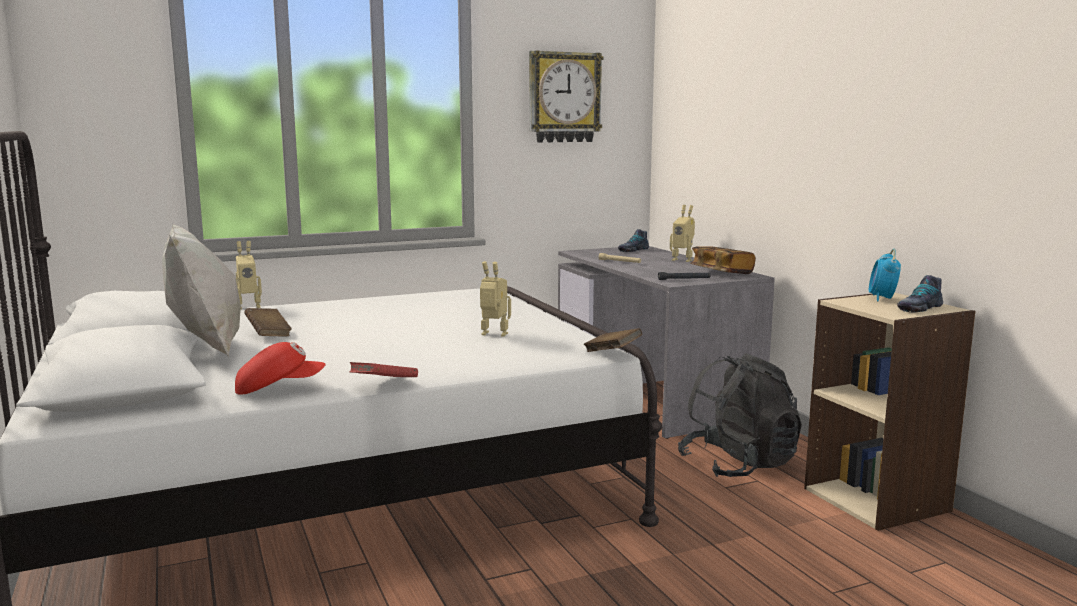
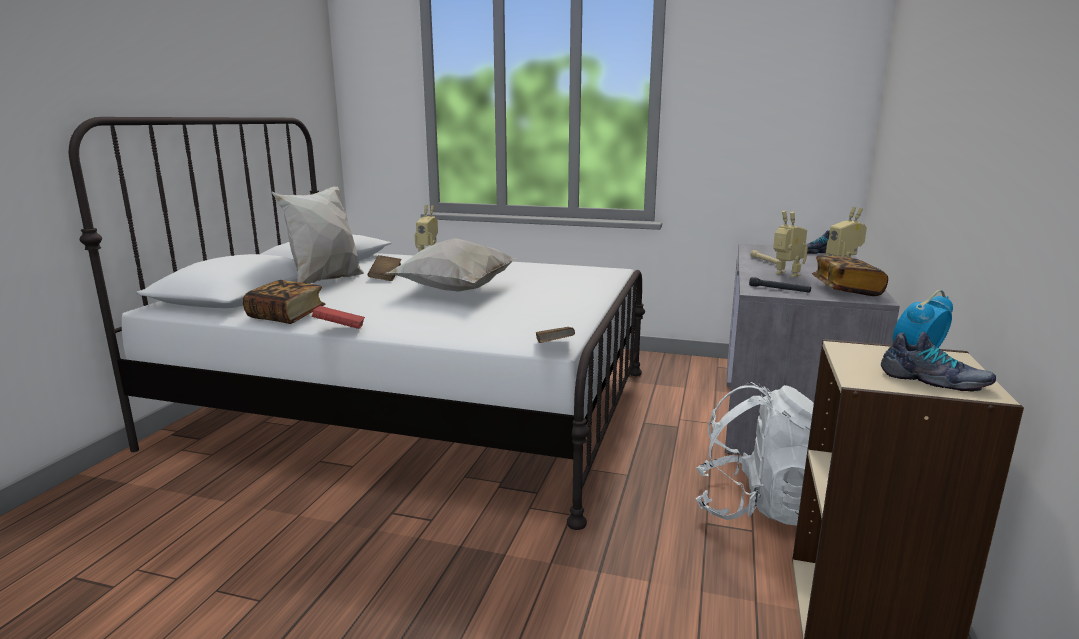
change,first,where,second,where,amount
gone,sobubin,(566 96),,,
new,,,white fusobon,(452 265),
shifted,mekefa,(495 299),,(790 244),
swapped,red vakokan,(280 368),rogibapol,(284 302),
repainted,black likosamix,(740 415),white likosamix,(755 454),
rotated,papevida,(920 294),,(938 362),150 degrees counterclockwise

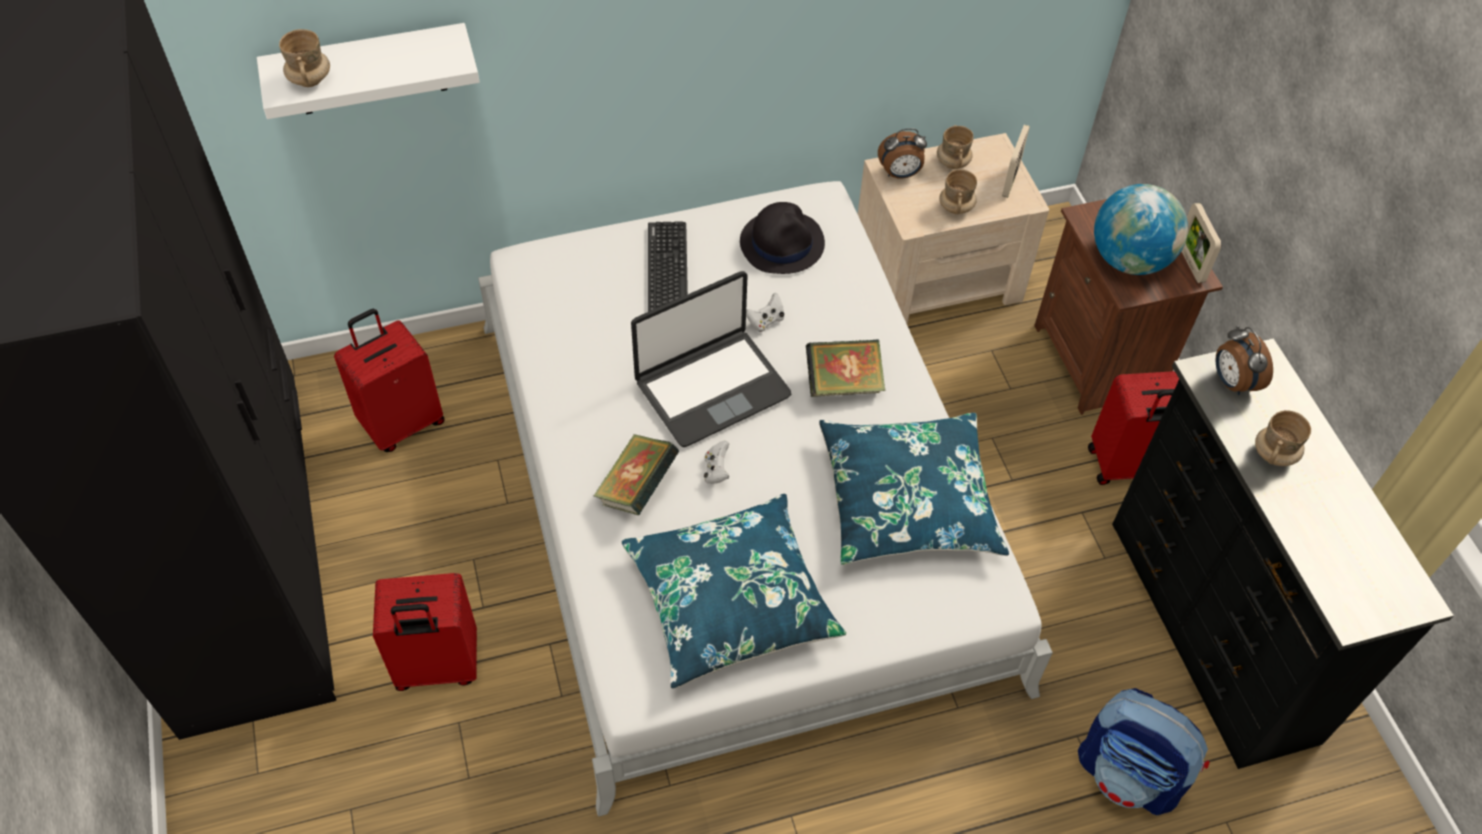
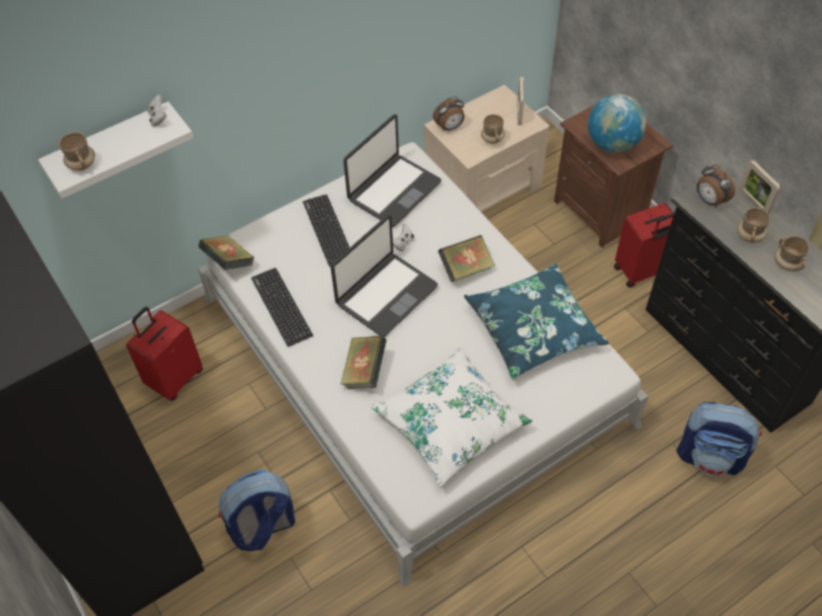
change,first,where,second,where,amount
new,,,rogibapol,(226 252),
new,,,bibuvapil,(282 307),
shifted,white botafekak,(716 462),,(157 111),
shifted,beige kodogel,(955 147),,(791 253),
shifted,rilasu,(1201 243),,(759 187),
swapped,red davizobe,(425 632),likosamix,(256 510),
swapped,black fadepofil,(782 238),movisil,(392 170),
repainted,blue fusobon,(734 591),white fusobon,(451 417),

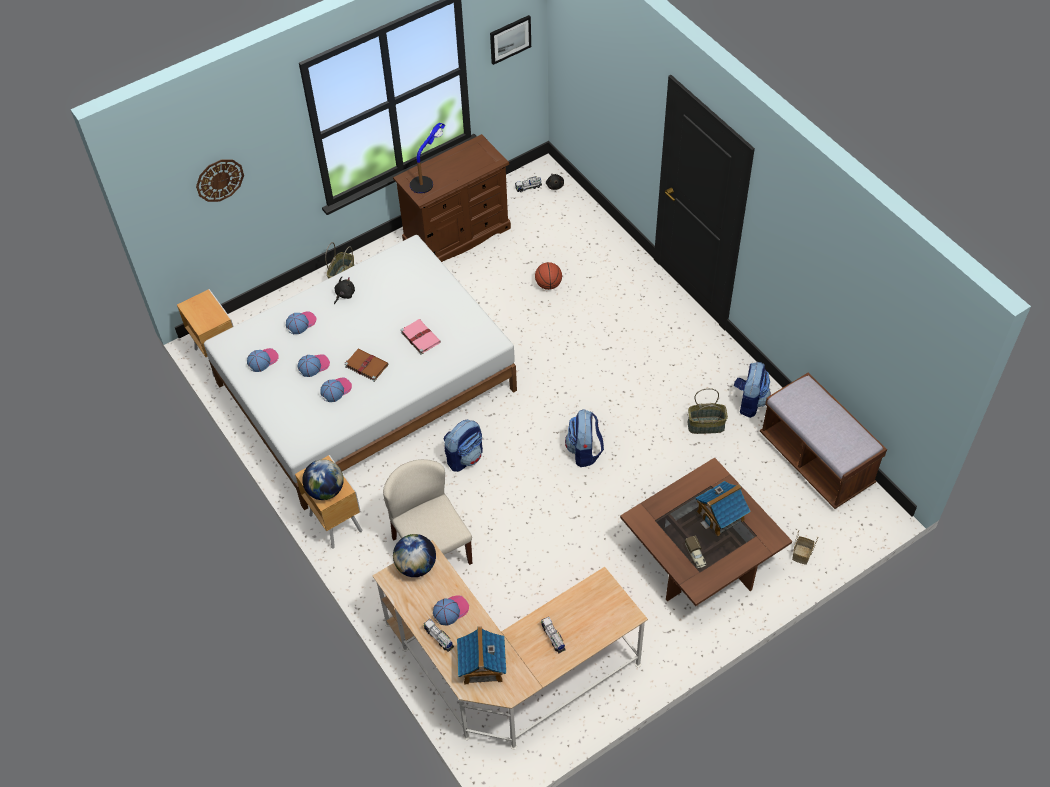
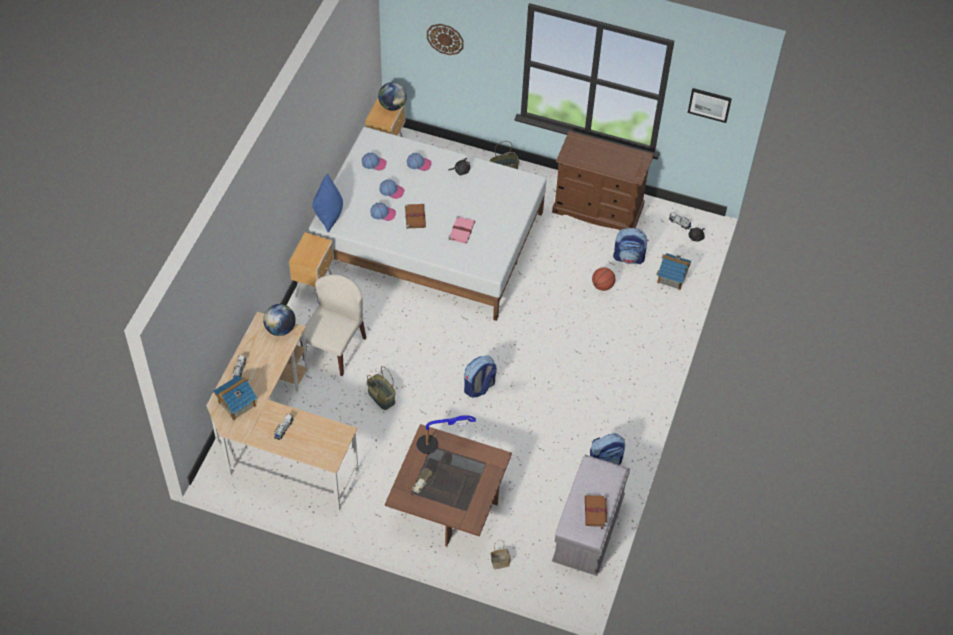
change,first,where,second,where,amount
gone,vakokan,(451 610),,,
new,,,blue fusobon,(327 203),
new,,,brown rogibapol,(596 512),
shifted,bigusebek,(323 479),,(392 96),
shifted,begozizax,(427 158),,(446 434),
shifted,likosamix,(463 446),,(631 246),
shifted,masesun,(708 411),,(381 388),
shifted,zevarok,(723 509),,(673 271),
repainted,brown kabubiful,(823 441),grey kabubiful,(591 515),

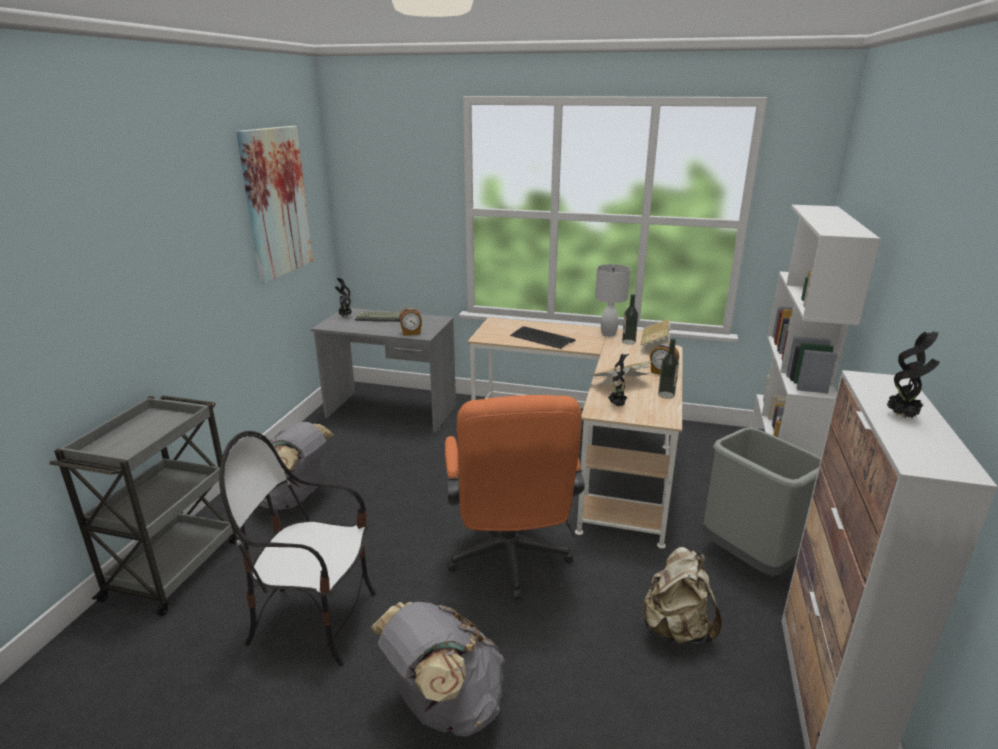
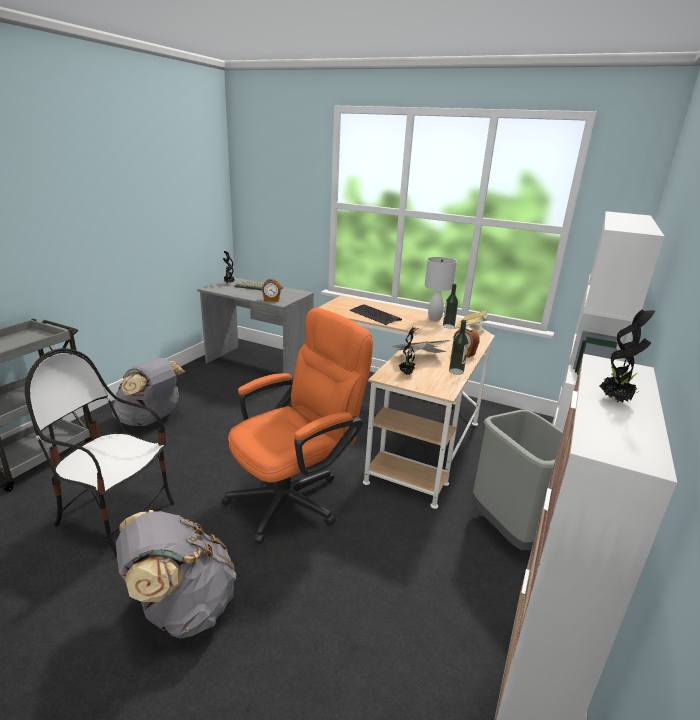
change,first,where,second,where,amount
gone,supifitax,(274 205),,,
gone,beige likosamix,(681 595),,,
rotated,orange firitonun,(515 497),,(297 426),135 degrees counterclockwise

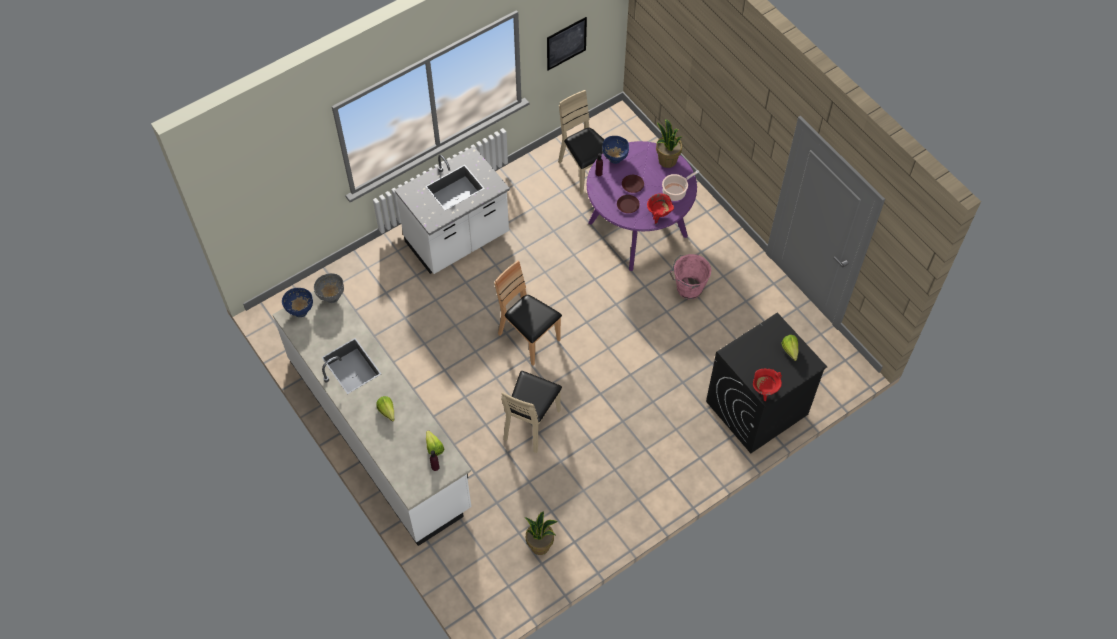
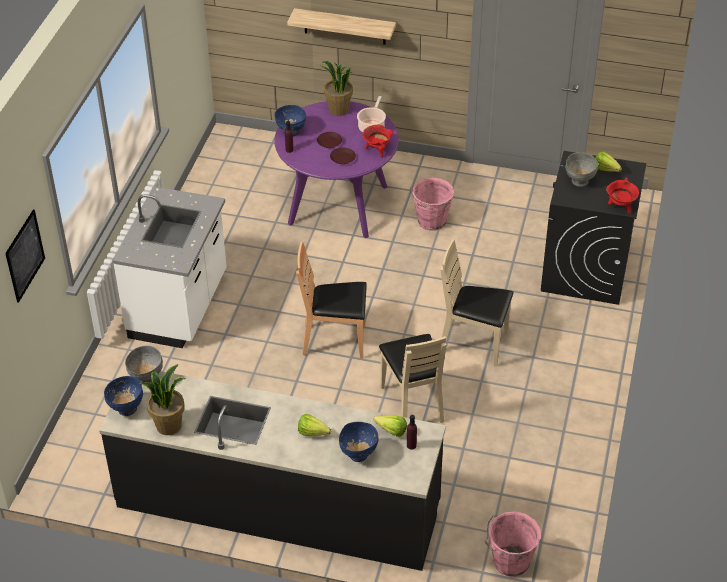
change,first,where,second,where,amount
new,,,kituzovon,(341 26),
new,,,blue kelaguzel,(358 442),
new,,,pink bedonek,(513 544),
new,,,grey kelaguzel,(581 169),
shifted,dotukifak,(541 533),,(162 399),
shifted,supifitax,(567 43),,(25 256),
shifted,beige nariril,(581 142),,(477 303),
repainted,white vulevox,(371 418),black vulevox,(272 471),

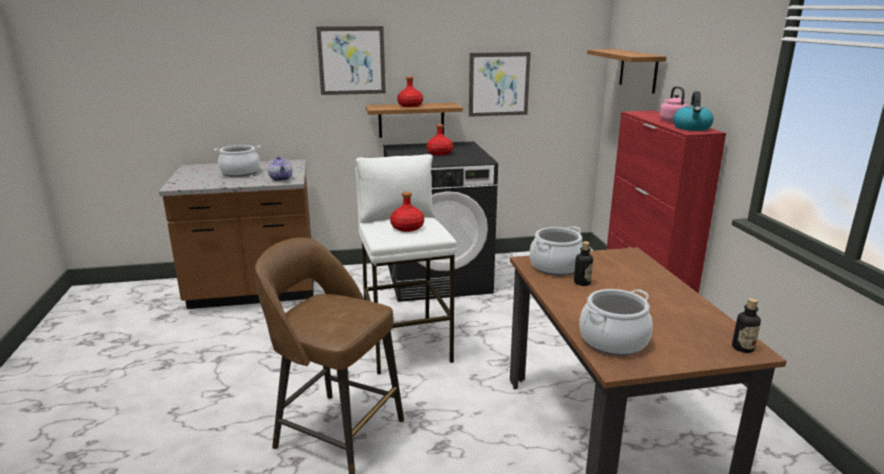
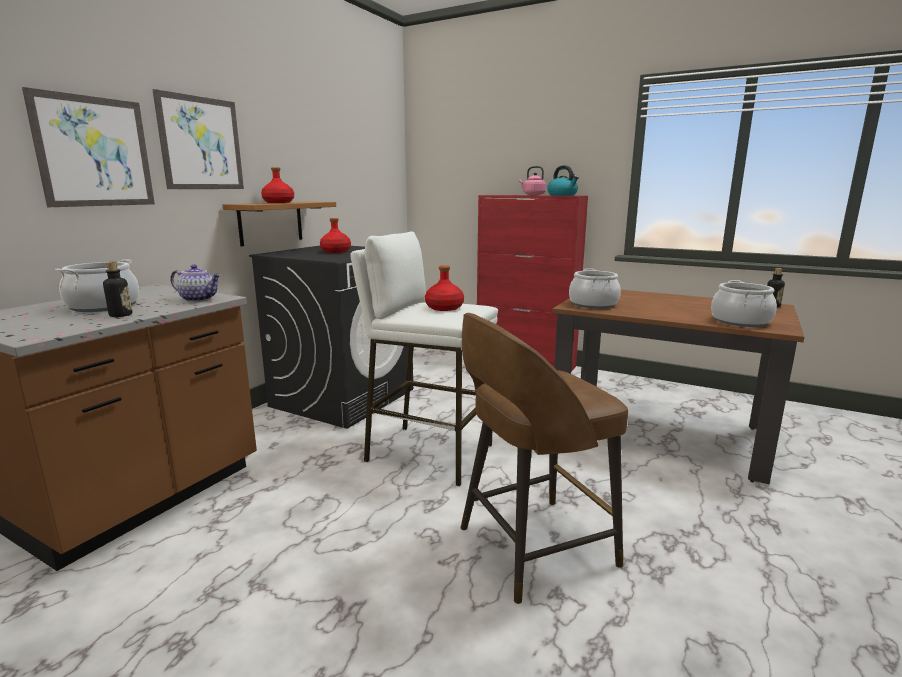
change,first,where,second,where,amount
gone,kituzovon,(627 71),,,
shifted,supifitax,(500 84),,(88 147),
shifted,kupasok,(583 263),,(118 289),

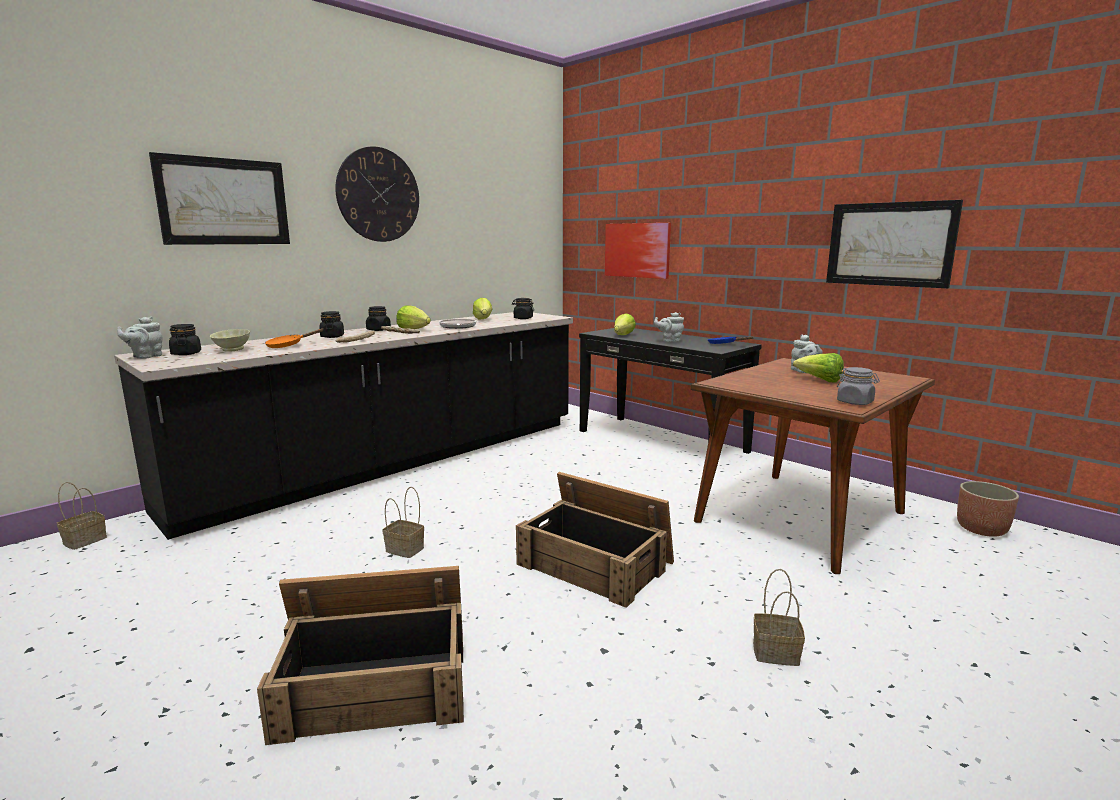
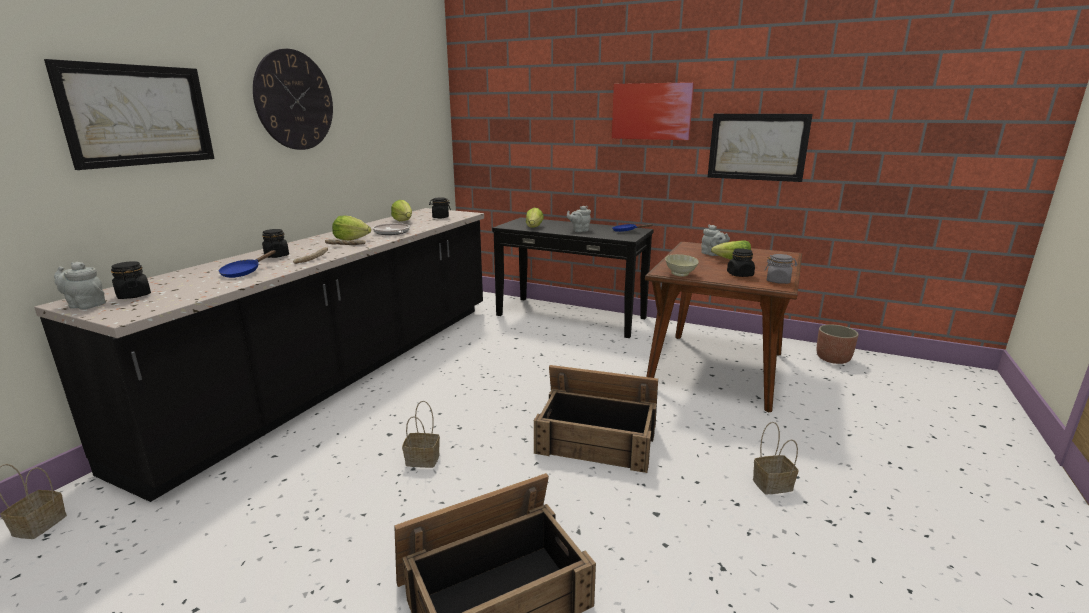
change,first,where,second,where,amount
shifted,beige kelaguzel,(230 340),,(682 265),
shifted,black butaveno,(378 318),,(741 262),
shifted,supifitax,(638 251),,(653 111),
repainted,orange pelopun,(294 338),blue pelopun,(247 264),
rotated,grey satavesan,(140 338),,(80 286),105 degrees clockwise

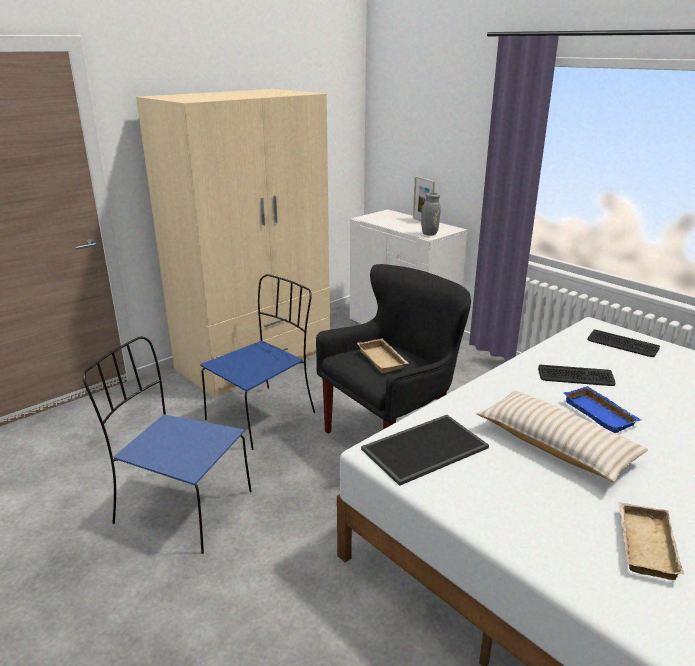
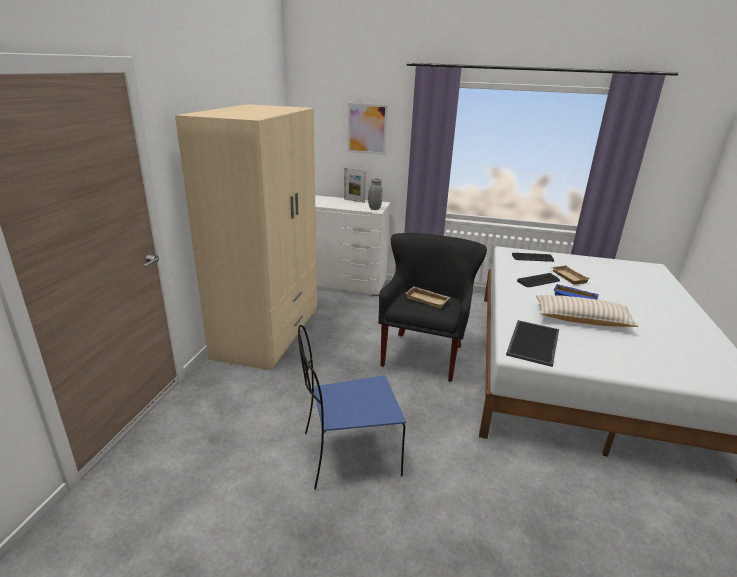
change,first,where,second,where,amount
gone,blue nariril,(257 362),,,
new,,,supifitax,(368 129),
shifted,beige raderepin,(651 541),,(570 275),

